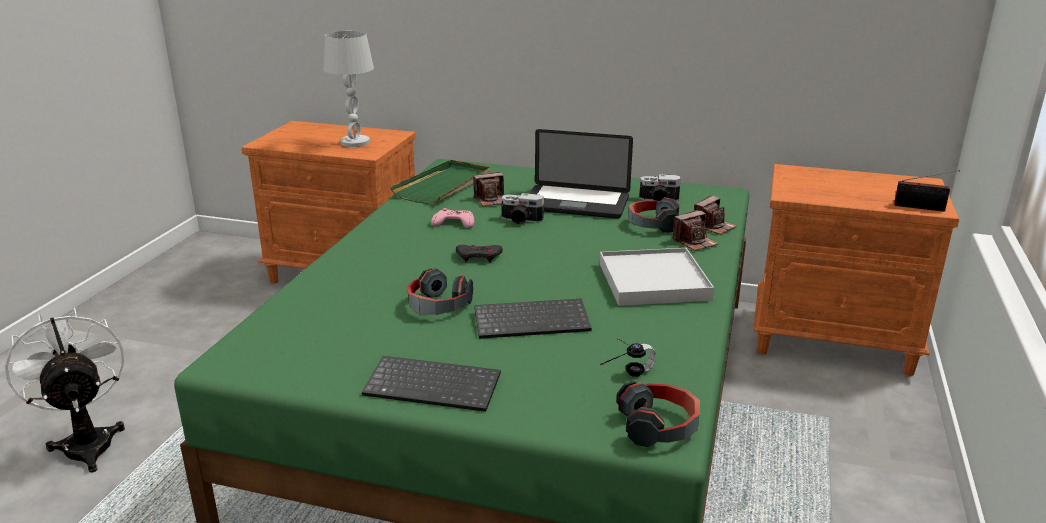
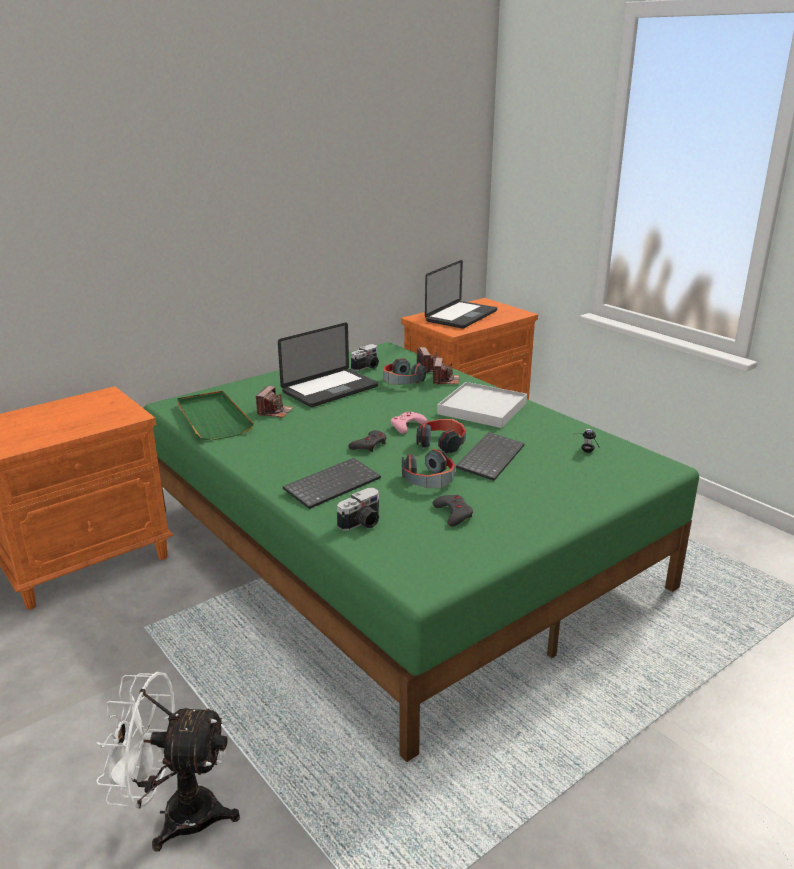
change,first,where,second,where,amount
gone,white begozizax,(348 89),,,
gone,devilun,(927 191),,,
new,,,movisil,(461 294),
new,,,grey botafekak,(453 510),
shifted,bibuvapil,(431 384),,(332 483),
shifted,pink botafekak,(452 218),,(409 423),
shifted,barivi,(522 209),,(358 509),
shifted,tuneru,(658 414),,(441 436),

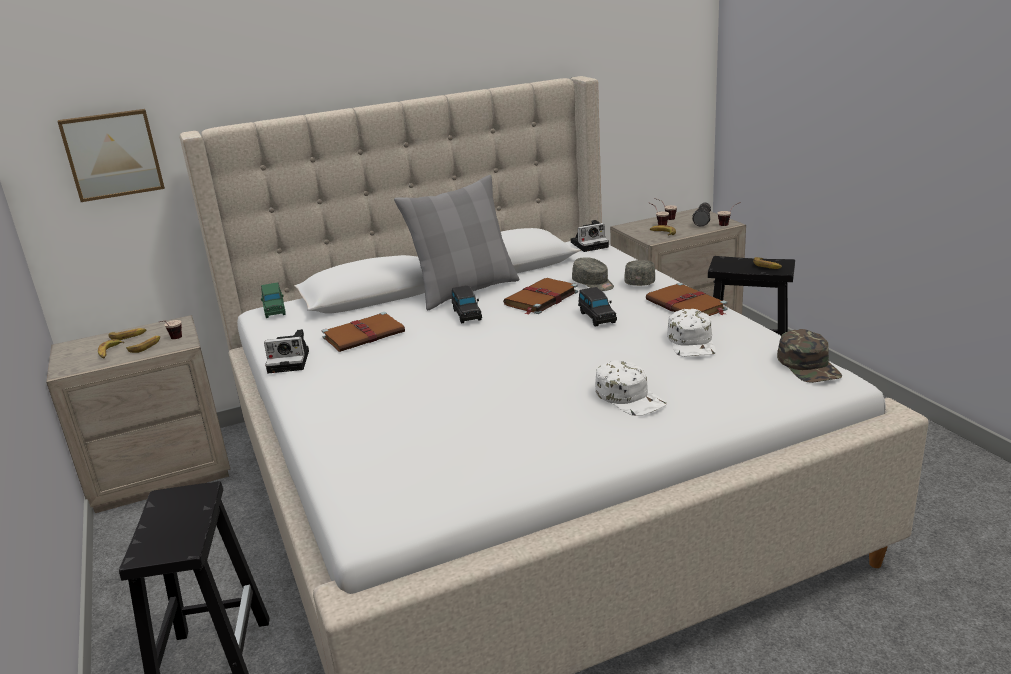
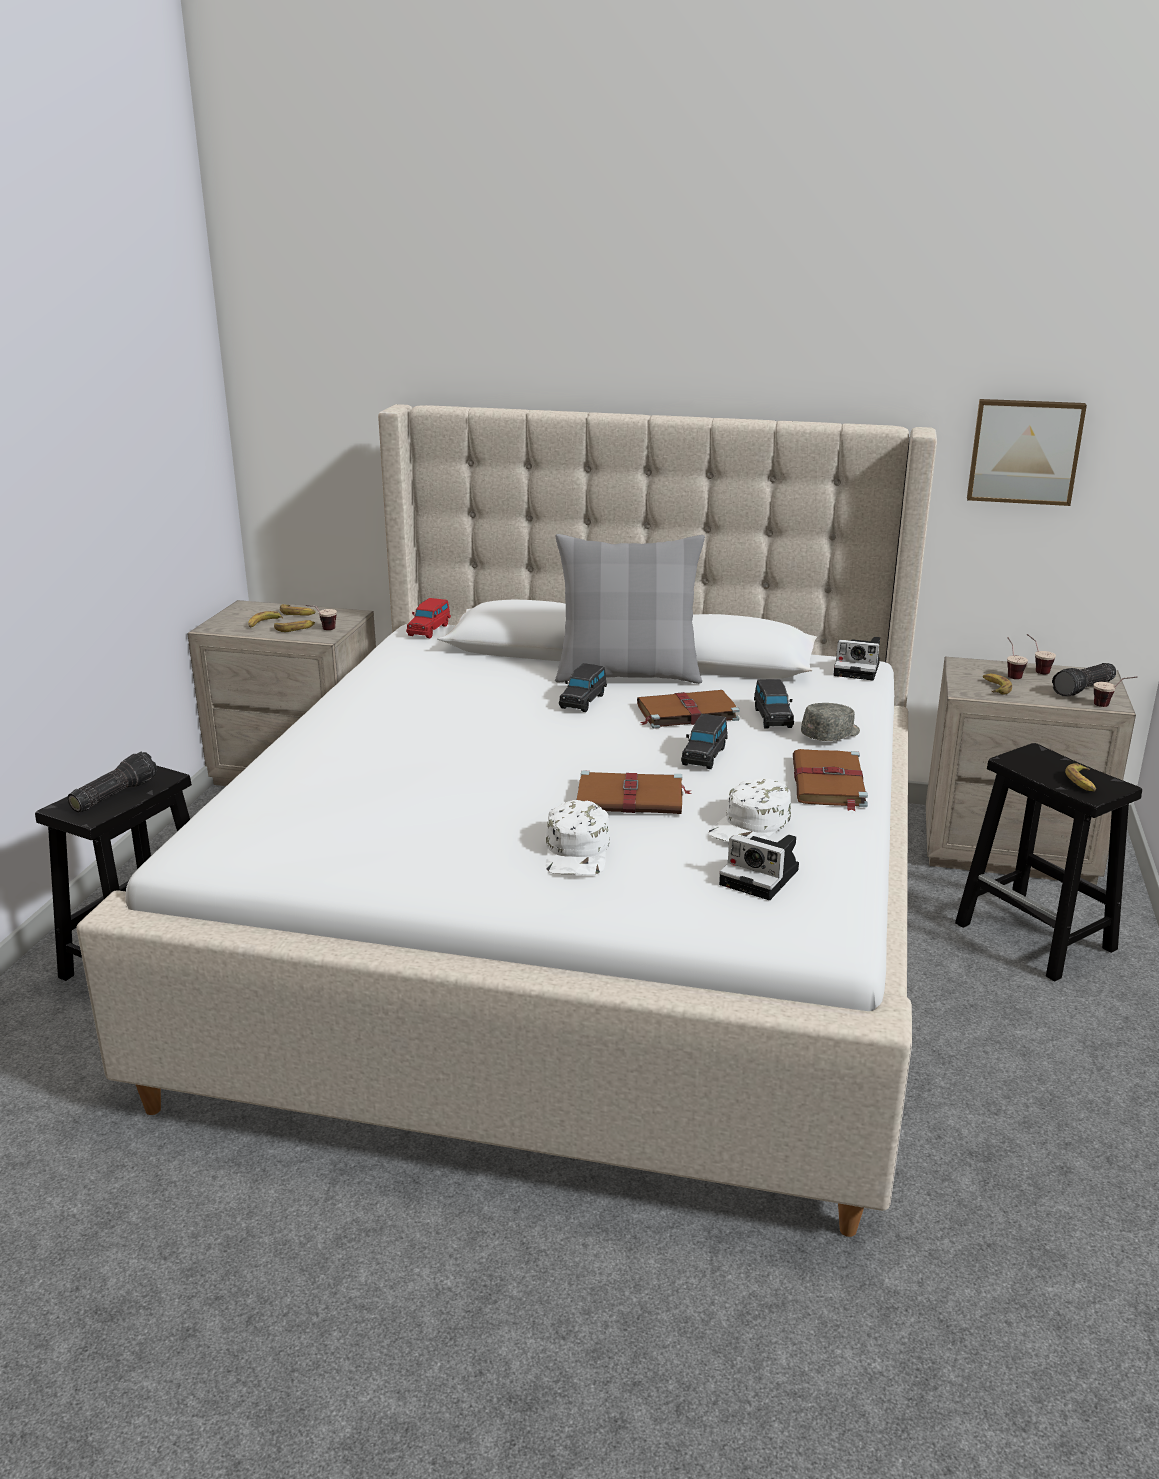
change,first,where,second,where,amount
gone,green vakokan,(809 356),,,
new,,,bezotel,(112 782),
shifted,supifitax,(111 155),,(1027 452),
shifted,barivi,(286 351),,(759 867),
shifted,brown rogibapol,(363 332),,(634 792),
swapped,grey vakokan,(593 274),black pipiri,(774 704),
repainted,green pipiri,(273 300),red pipiri,(428 618),

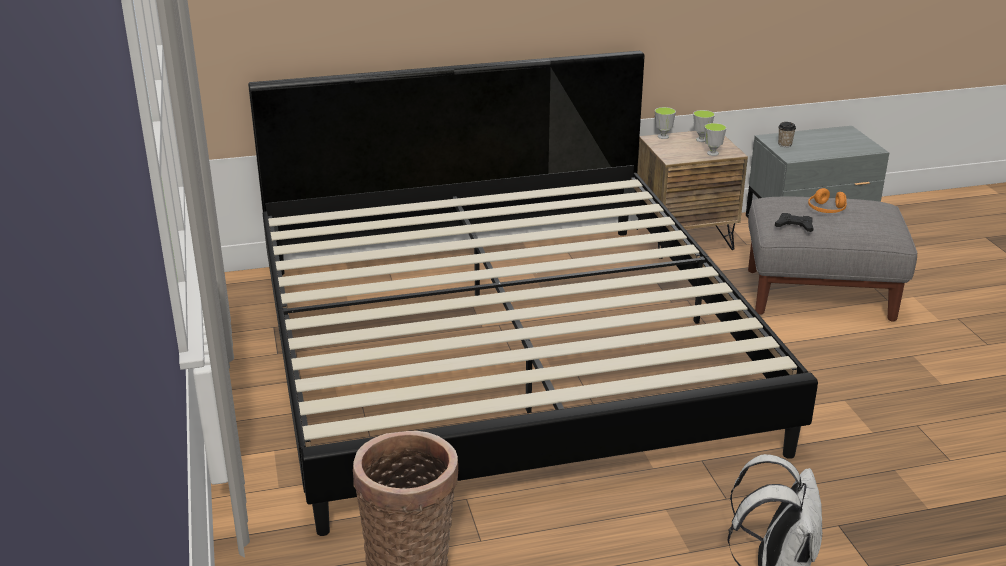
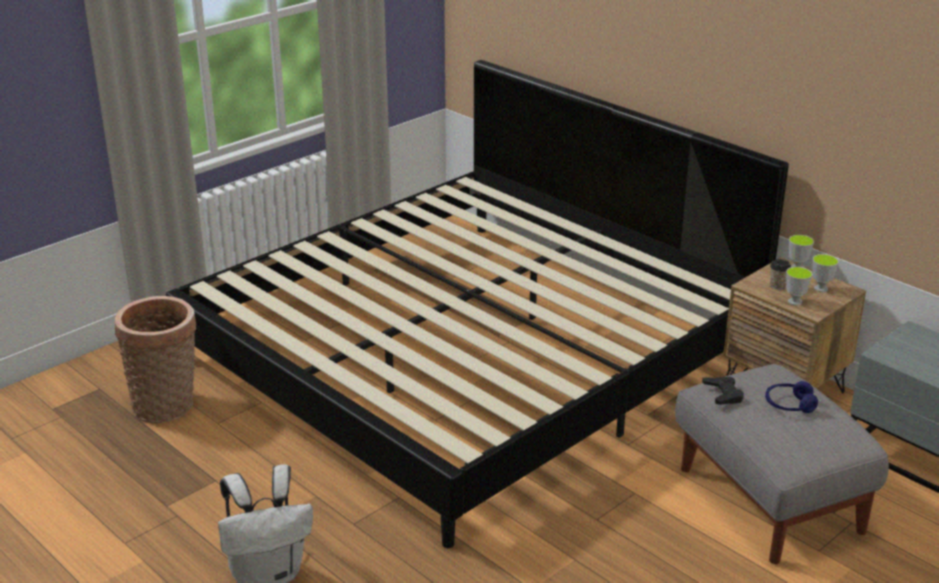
change,first,where,second,where,amount
shifted,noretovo,(787 134),,(780 274),
repainted,orange tuneru,(827 200),blue tuneru,(791 397),

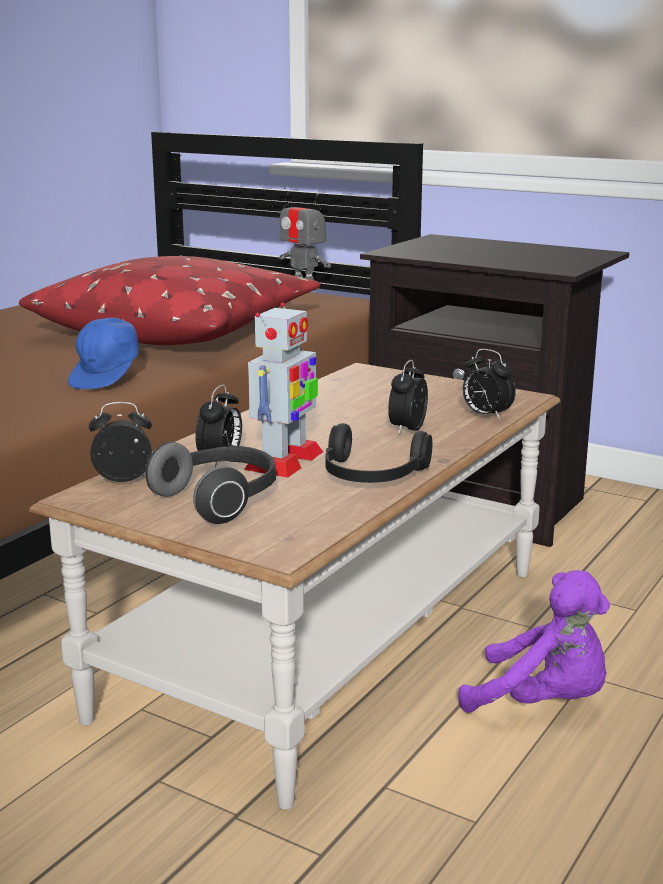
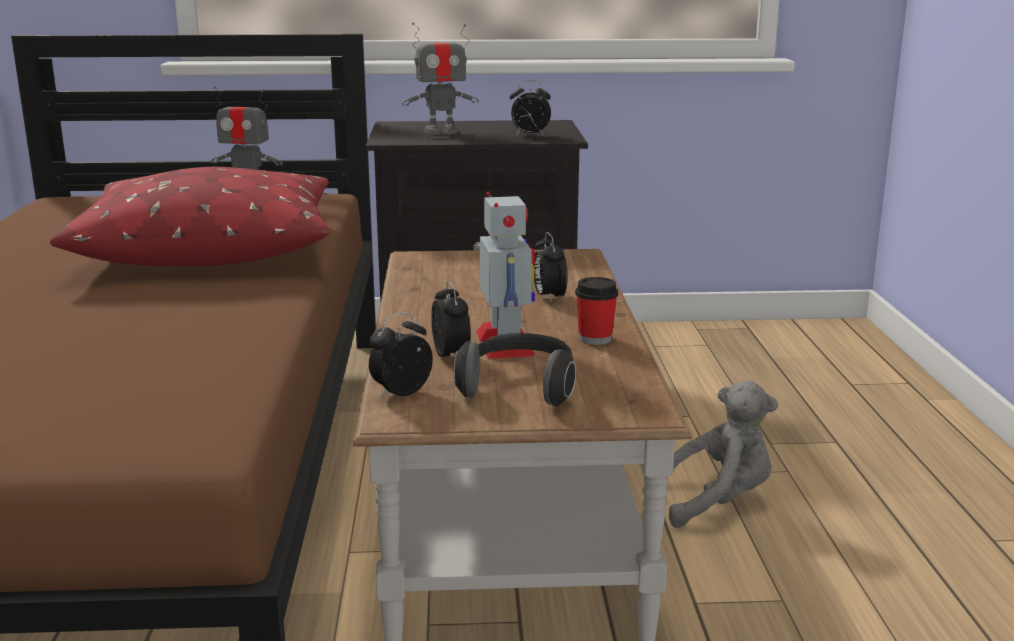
change,first,where,second,where,amount
gone,blue vakokan,(103 353),,,
new,,,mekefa,(440 78),
shifted,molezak,(489 384),,(530 108),
swapped,black tuneru,(378 453),noretovo,(596 311),
repainted,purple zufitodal,(534 641),grey zufitodal,(723 454),

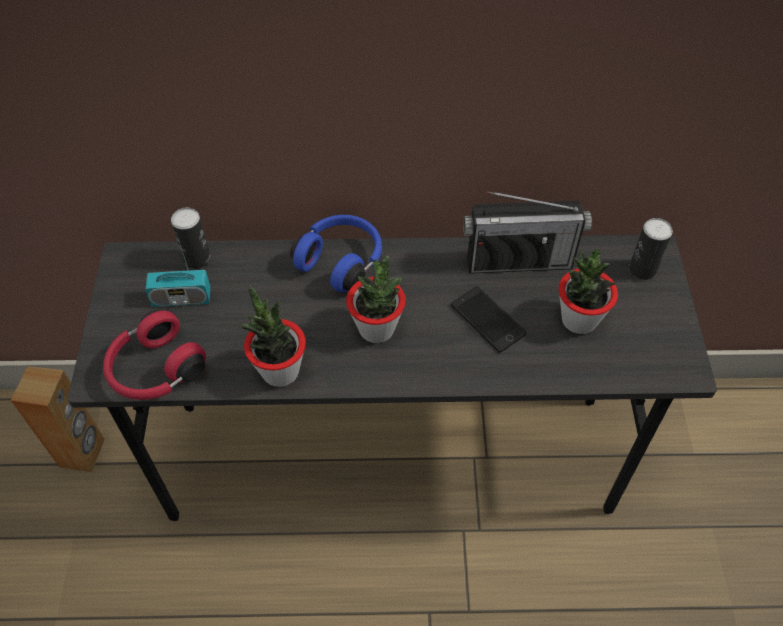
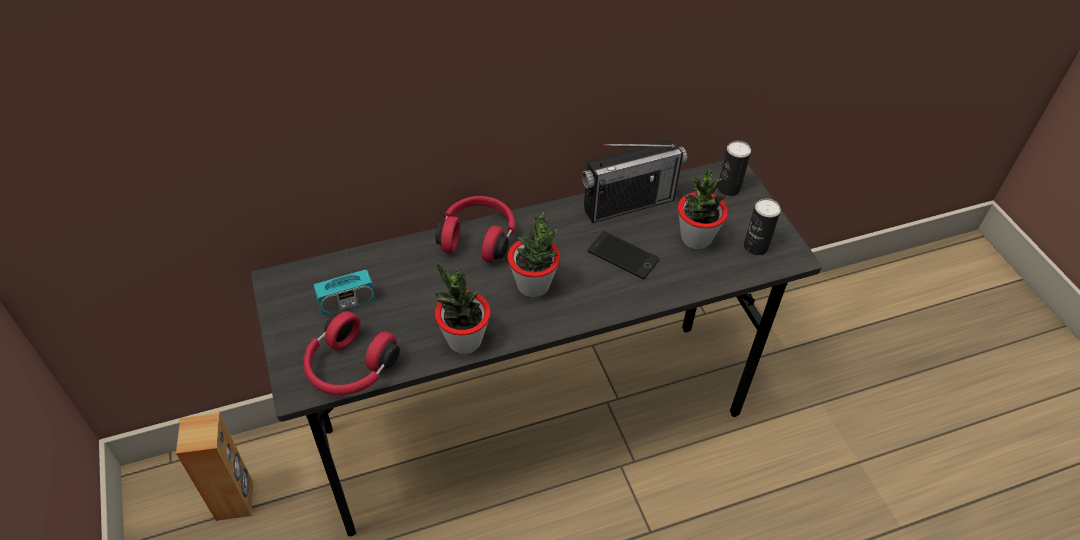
change,first,where,second,where,amount
shifted,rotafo,(191 238),,(762 226),
repainted,blue tuneru,(336 253),red tuneru,(475 229),

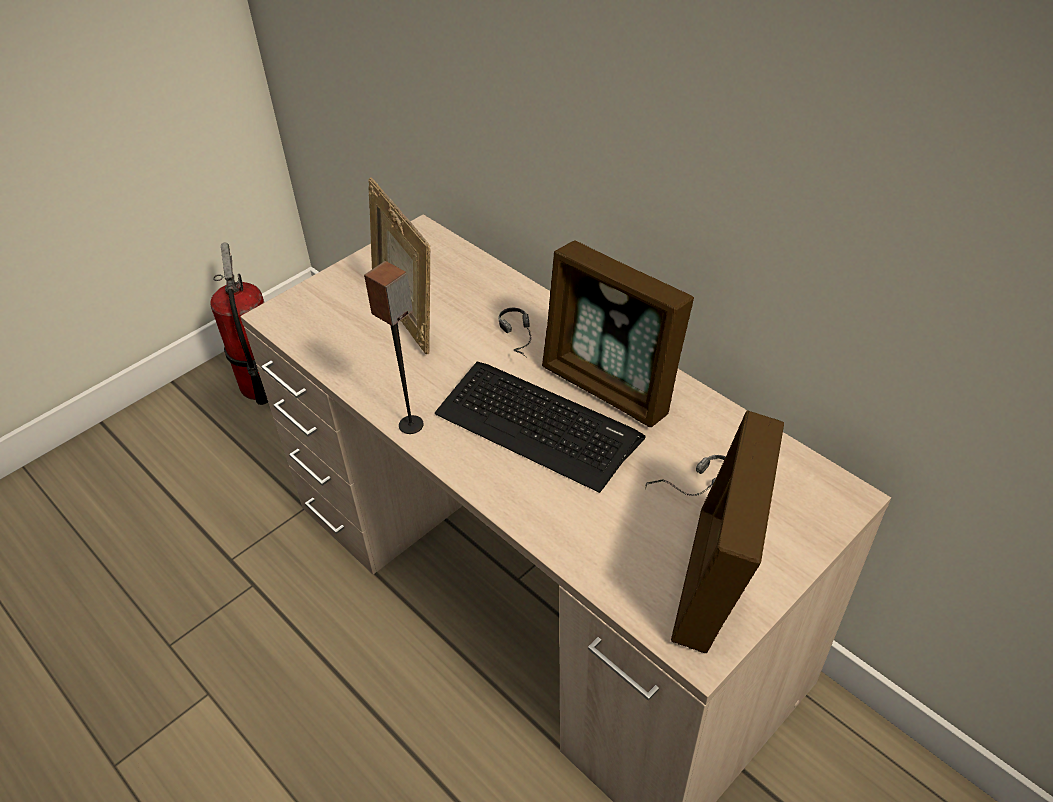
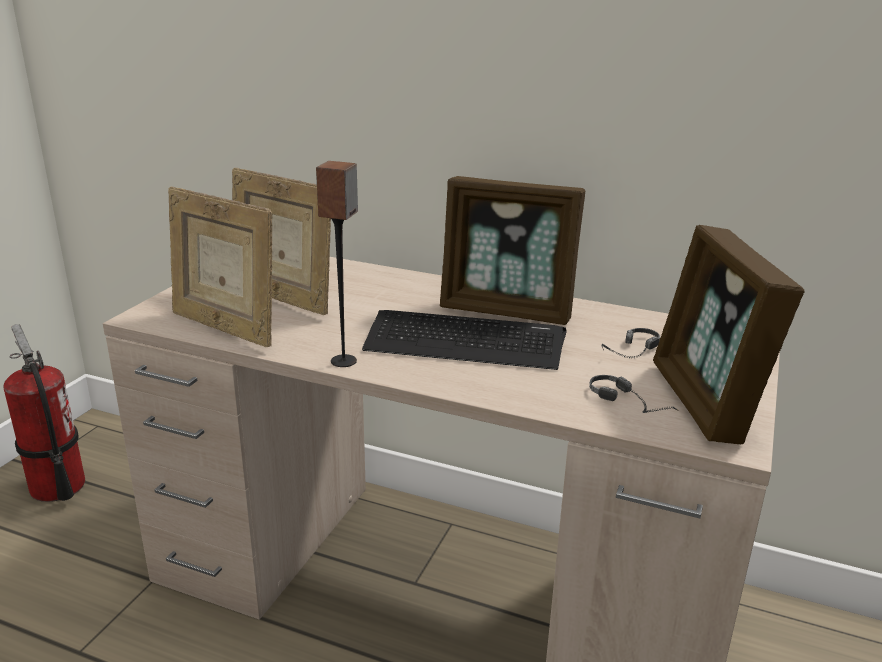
change,first,where,second,where,amount
new,,,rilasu,(220 267),
shifted,tuneru,(515 332),,(634 394),

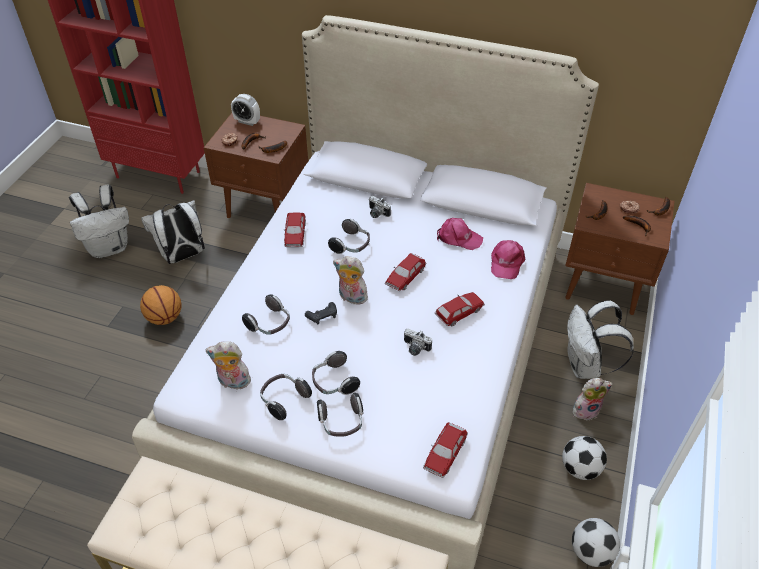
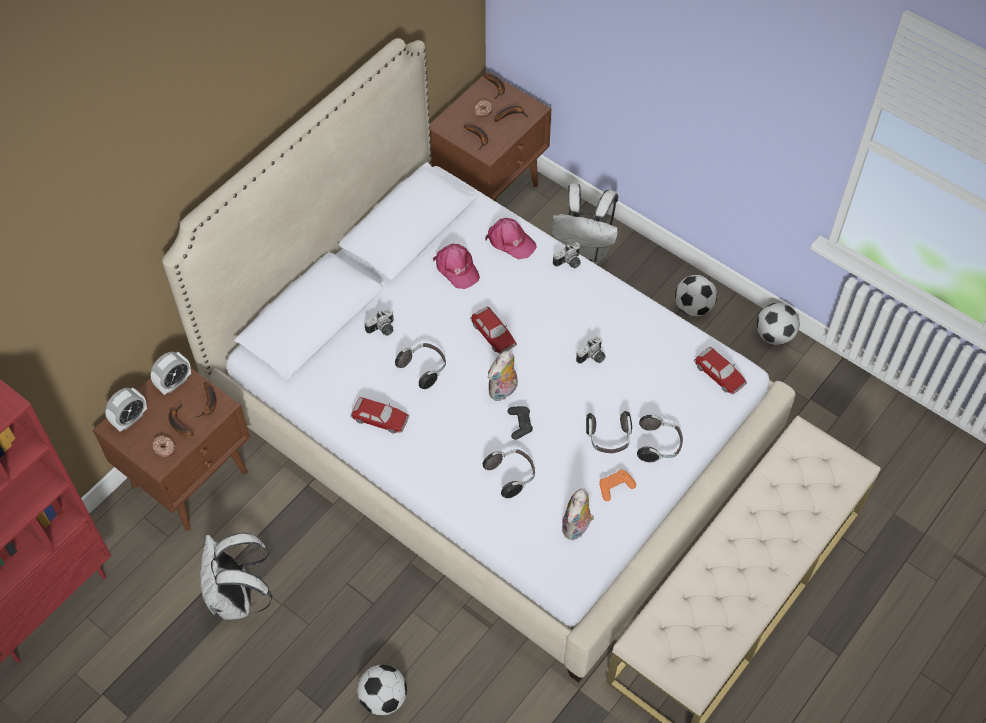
change,first,where,second,where,amount
gone,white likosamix,(99 221),,,
gone,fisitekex,(161 305),,,
gone,pipiri,(460 309),,,
gone,zufitodal,(593 399),,,
new,,,molezak,(171 373),
new,,,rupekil,(382 690),
new,,,barivi,(567 255),
swapped,tuneru,(286 397),orange botafekak,(617 485),
rotated,pink vakokan,(460 234),,(456 266),105 degrees clockwise

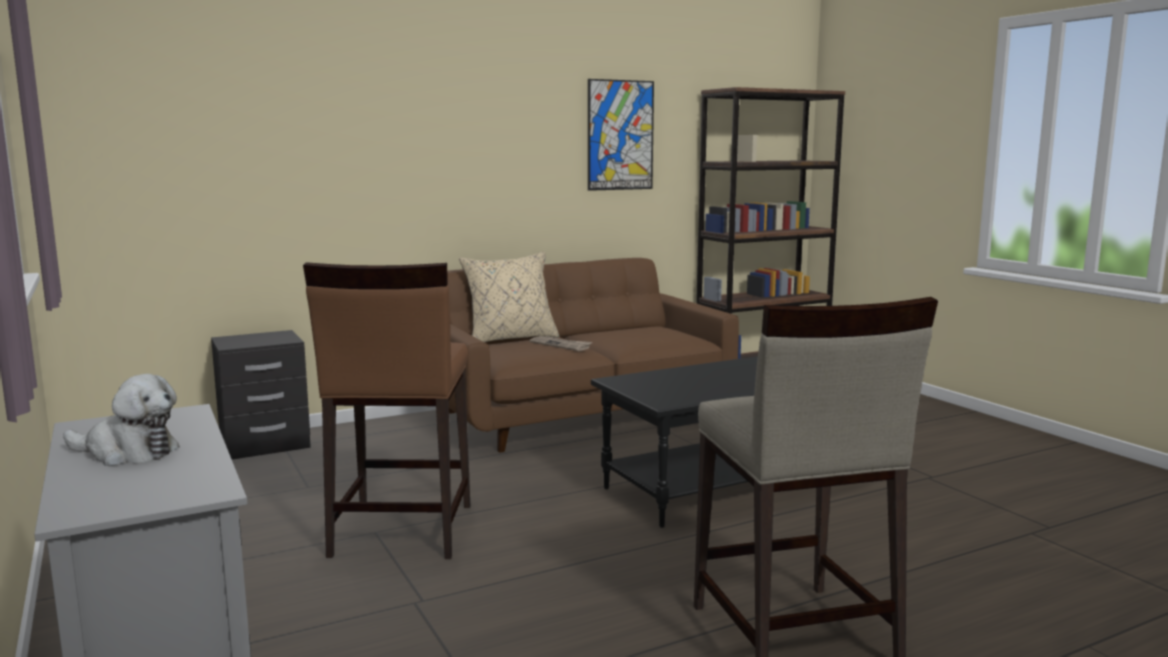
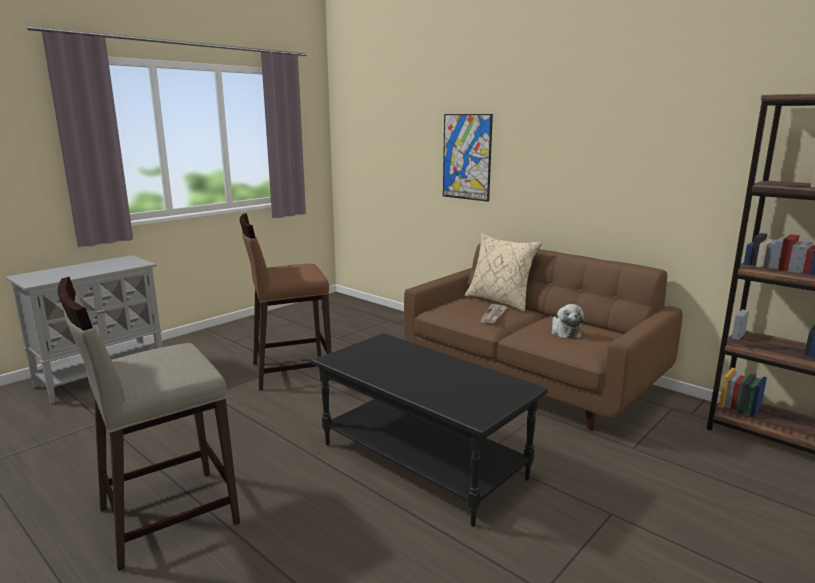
change,first,where,second,where,amount
gone,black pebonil,(261 395),,,
shifted,zufitodal,(121 420),,(568 321),
shifted,supifitax,(621 135),,(468 158),

